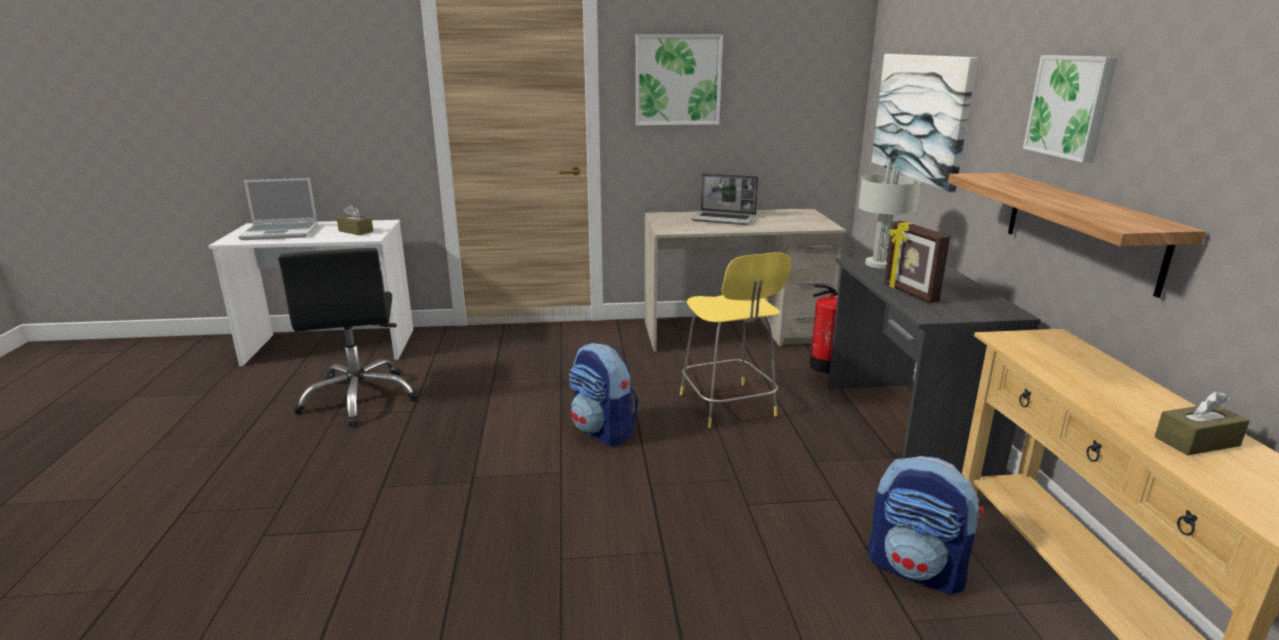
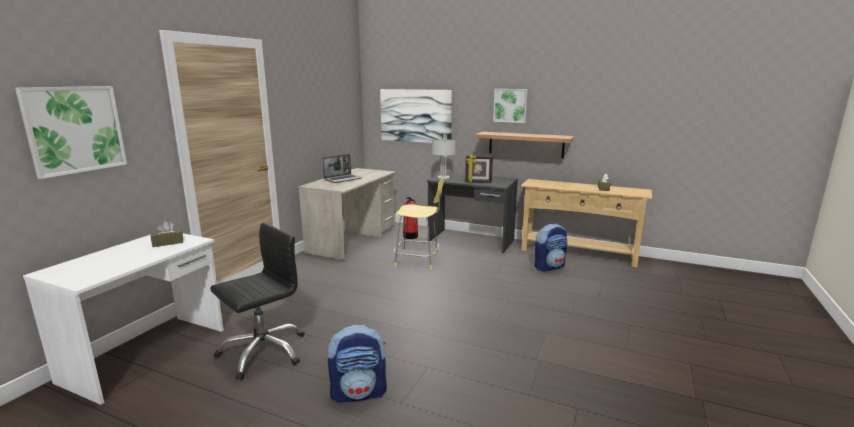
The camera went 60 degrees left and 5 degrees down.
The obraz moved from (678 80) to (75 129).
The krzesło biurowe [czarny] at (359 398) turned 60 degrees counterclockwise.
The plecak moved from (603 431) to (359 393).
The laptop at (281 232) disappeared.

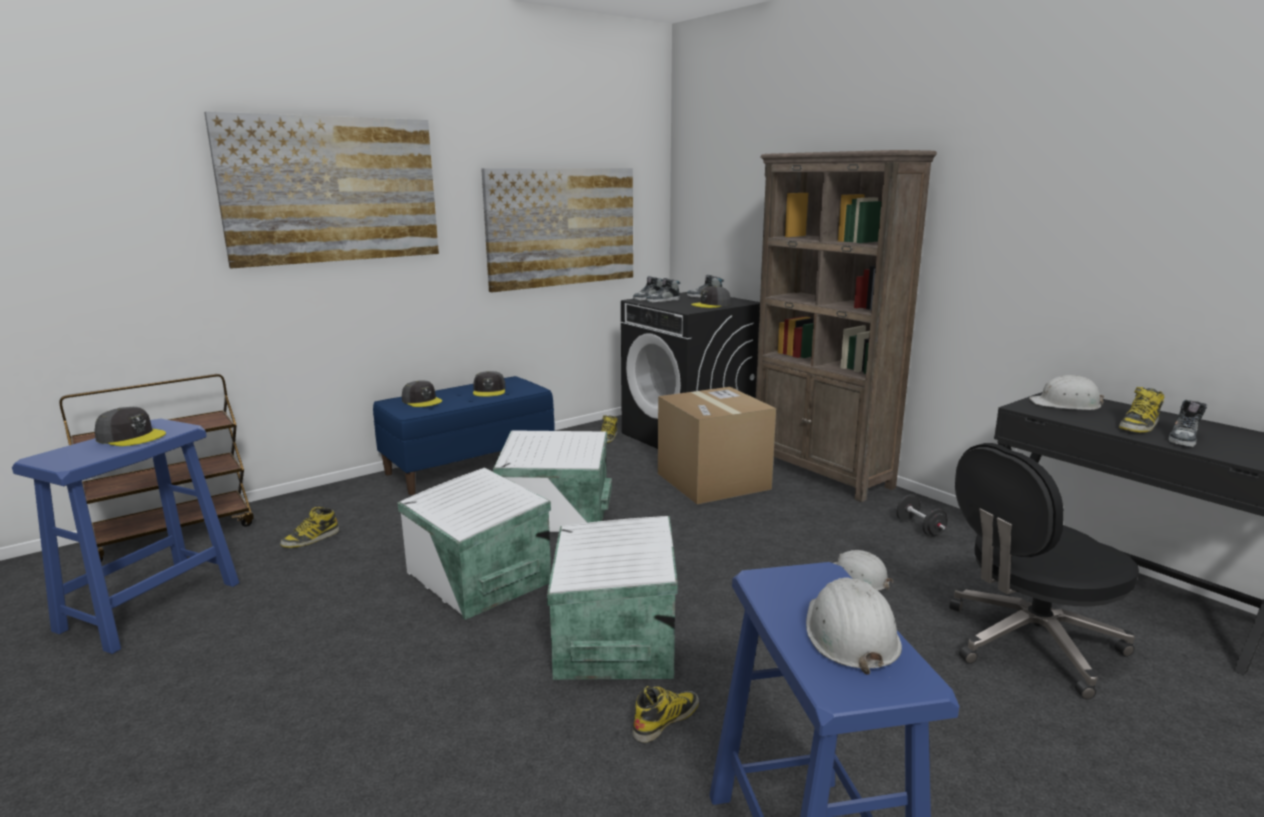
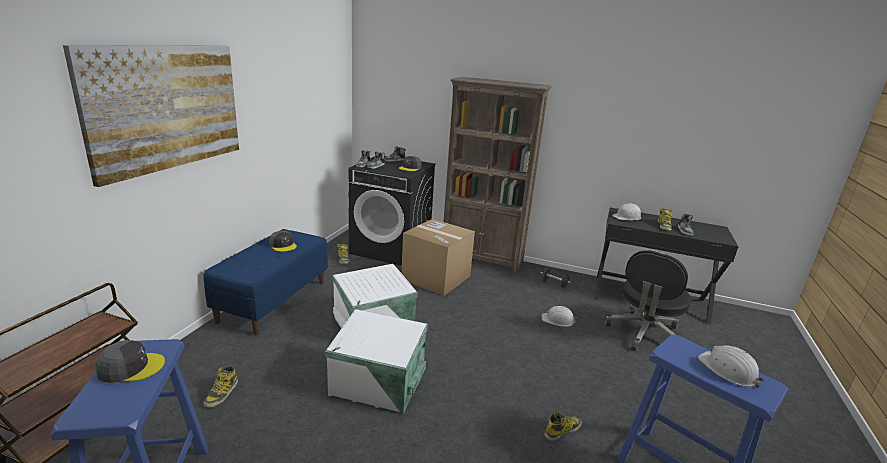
The camera went 35 degrees left and 5 degrees up.
The but z cholewką at (665 719) turned 45 degrees clockwise.
The czapka z daszkiem [szary] at (422 401) disappeared.
The obraz at (562 227) disappeared.
The pojemnik do przechowywania [biały] at (612 638) disappeared.

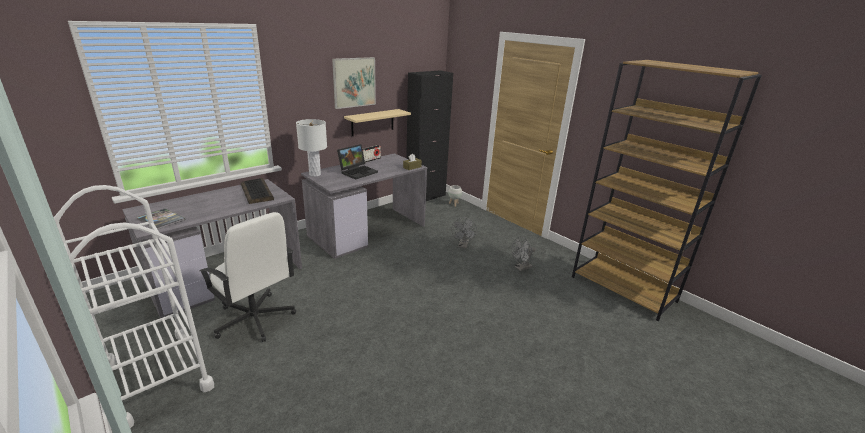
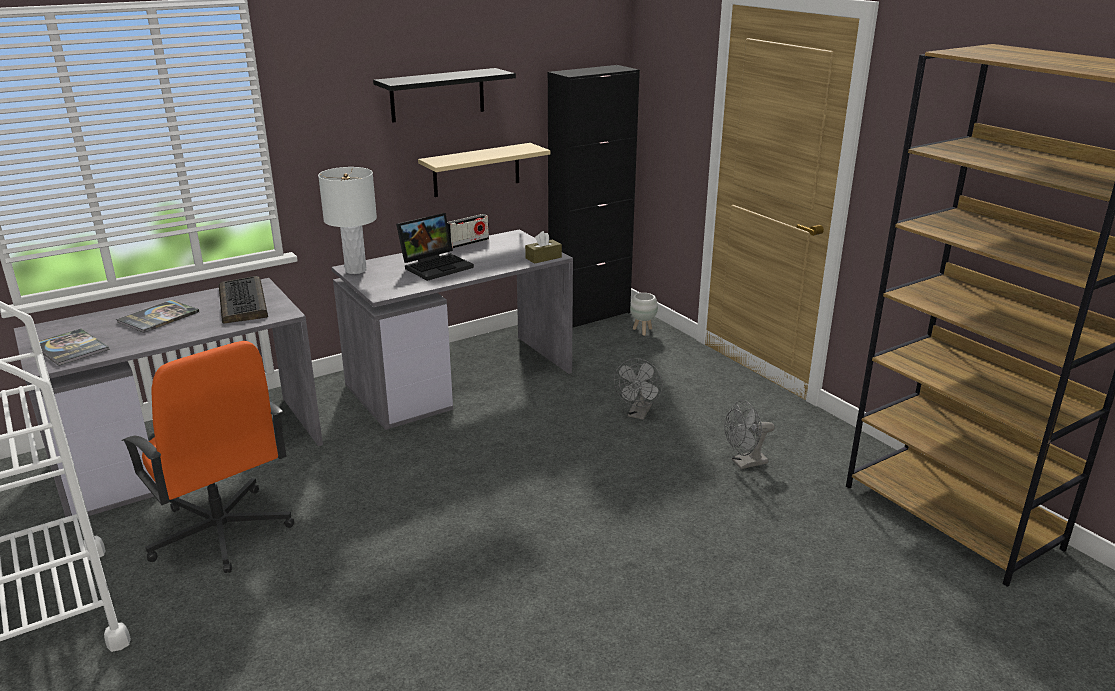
The camera went 10 degrees right and 0 degrees up.
The książka at (158 317) appeared.
The krzesło biurowe [biały] at (255 319) became the krzesło biurowe [pomarańczowy] at (221 532).
The obraz at (354 82) was replaced by the półka [czarny] at (437 95).

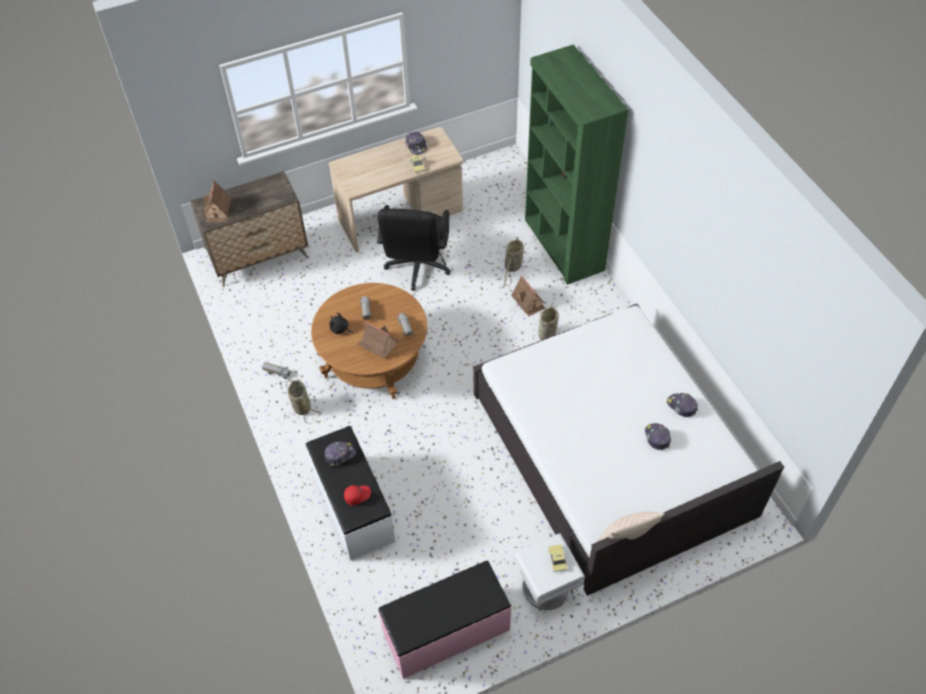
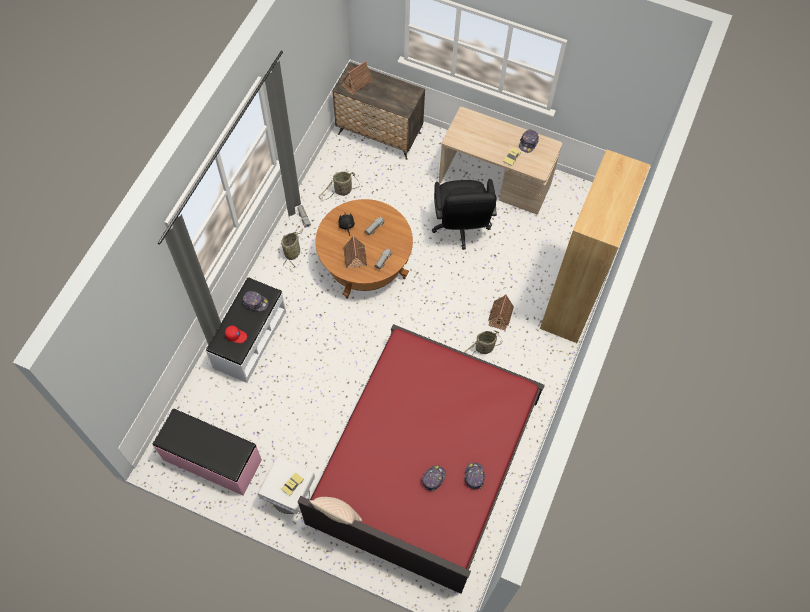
The camera went 45 degrees right and 10 degrees up.
The łóżko [biały] at (611 453) became the łóżko [czerwony] at (424 460).
The koszyk moved from (513 267) to (342 191).
The krzesło biurowe [czarny] at (417 269) turned 60 degrees counterclockwise.
The regał [zielony] at (563 245) became the regał [brązowy] at (572 300).

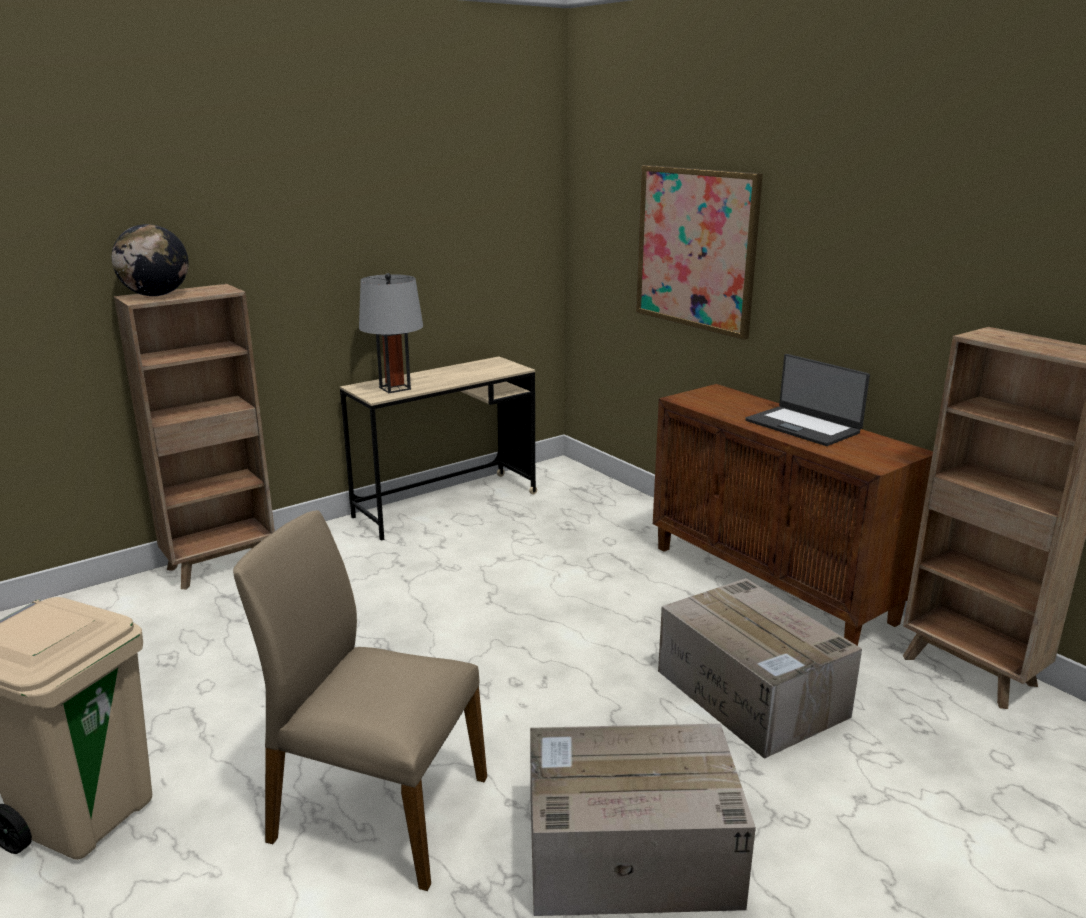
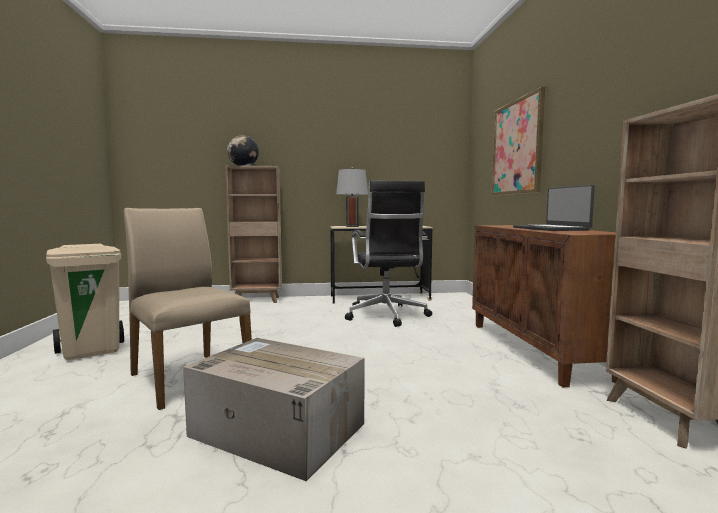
The camera went 30 degrees right and 15 degrees down.
The krzesło biurowe [czarny] at (386 316) appeared.
The karton at (753 694) disappeared.

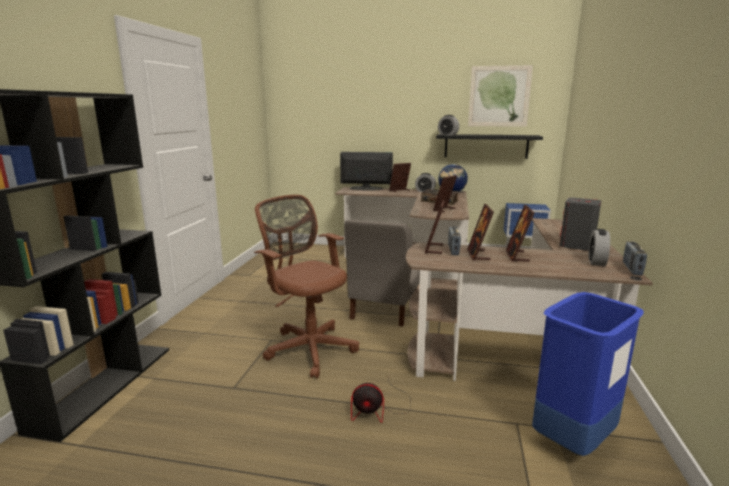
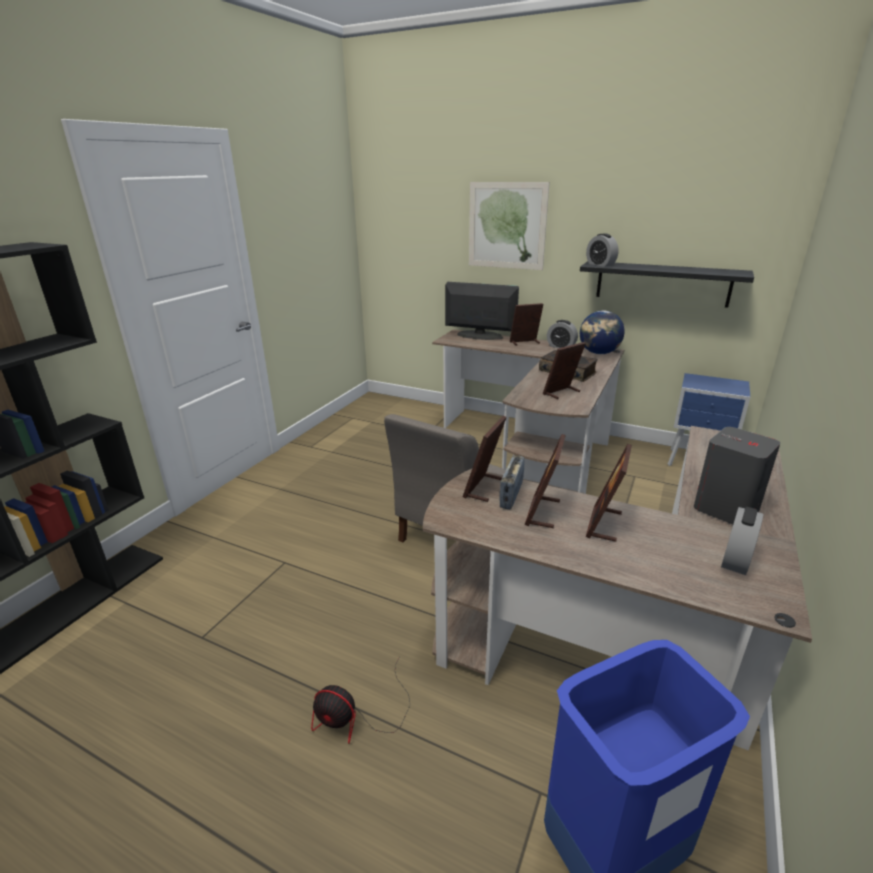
The camera went 15 degrees right and 10 degrees up.
The obraz moved from (499 96) to (507 226).
The krzesło biurowe [brązowy] at (308 348) disappeared.
The radio at (632 269) disappeared.

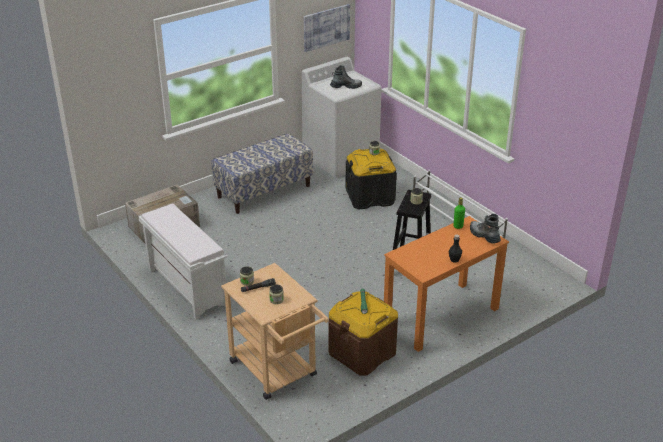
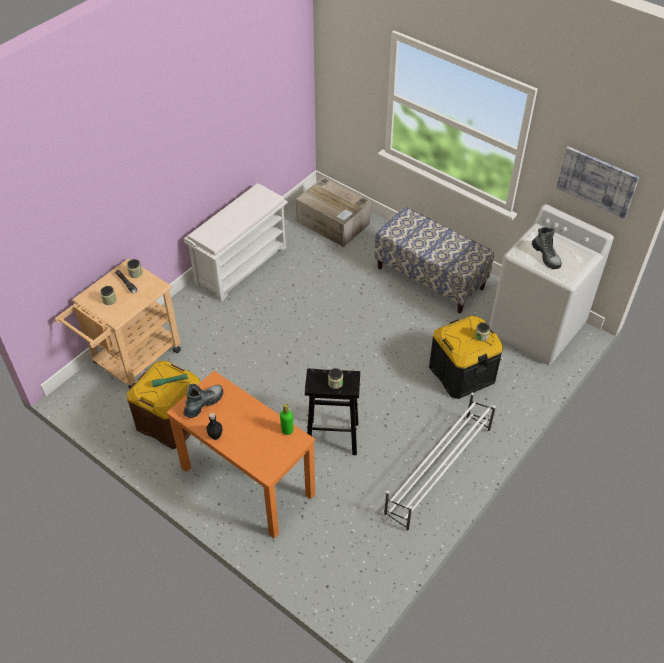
The camera went 75 degrees right and 15 degrees up.
The but z cholewką moved from (484 236) to (203 404).

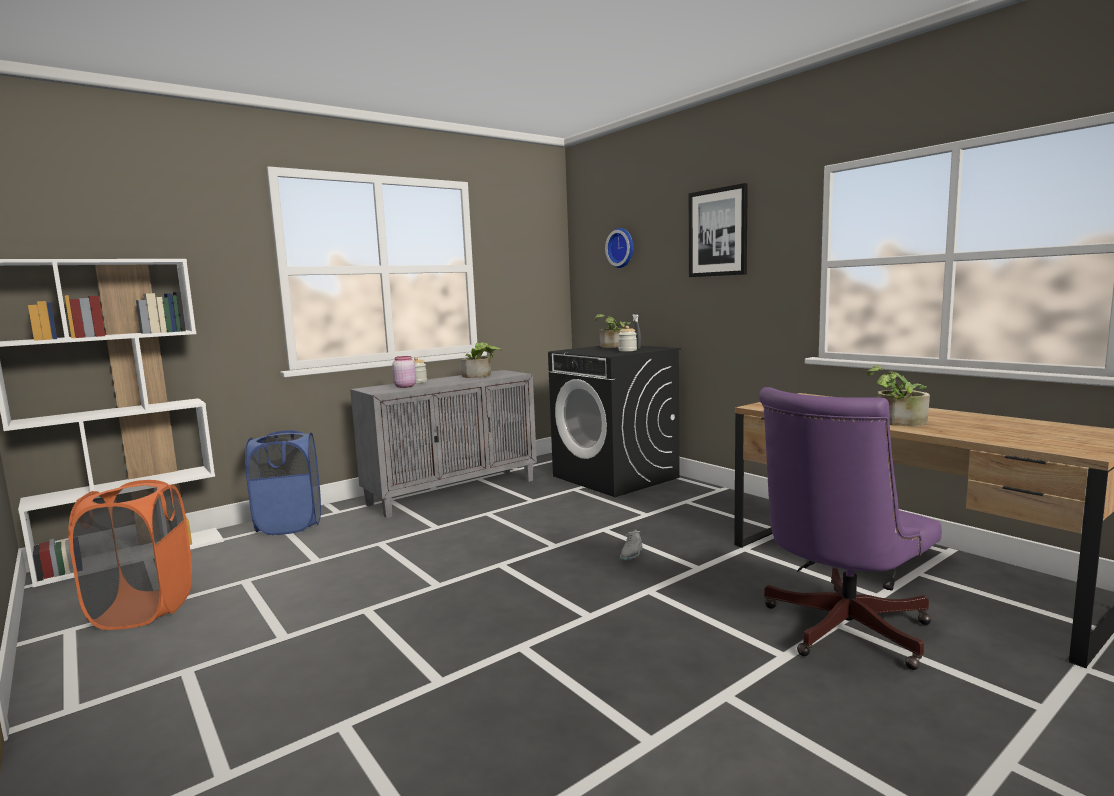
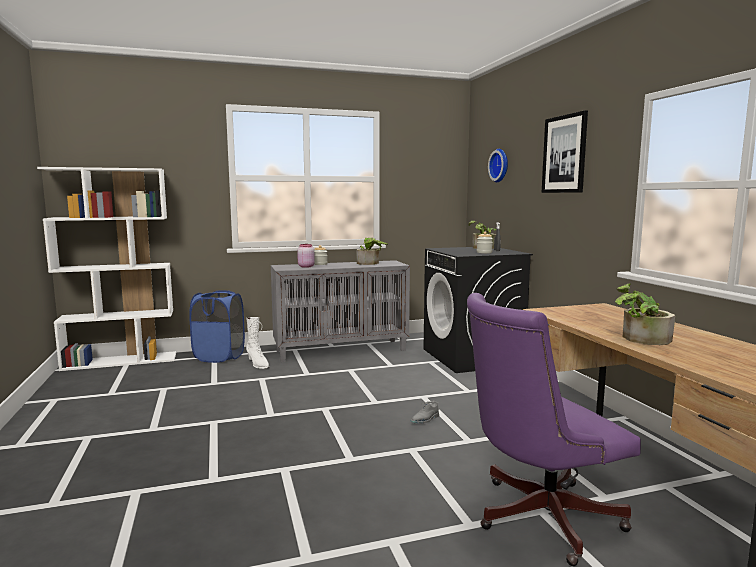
The camera went 20 degrees right and 0 degrees up.
The but z cholewką [biały] at (257 364) appeared.
The kosz na pranie [pomarańczowy] at (143 609) disappeared.

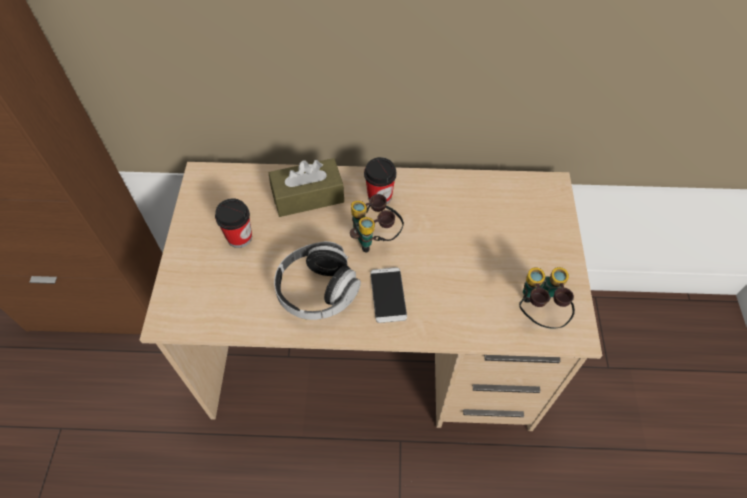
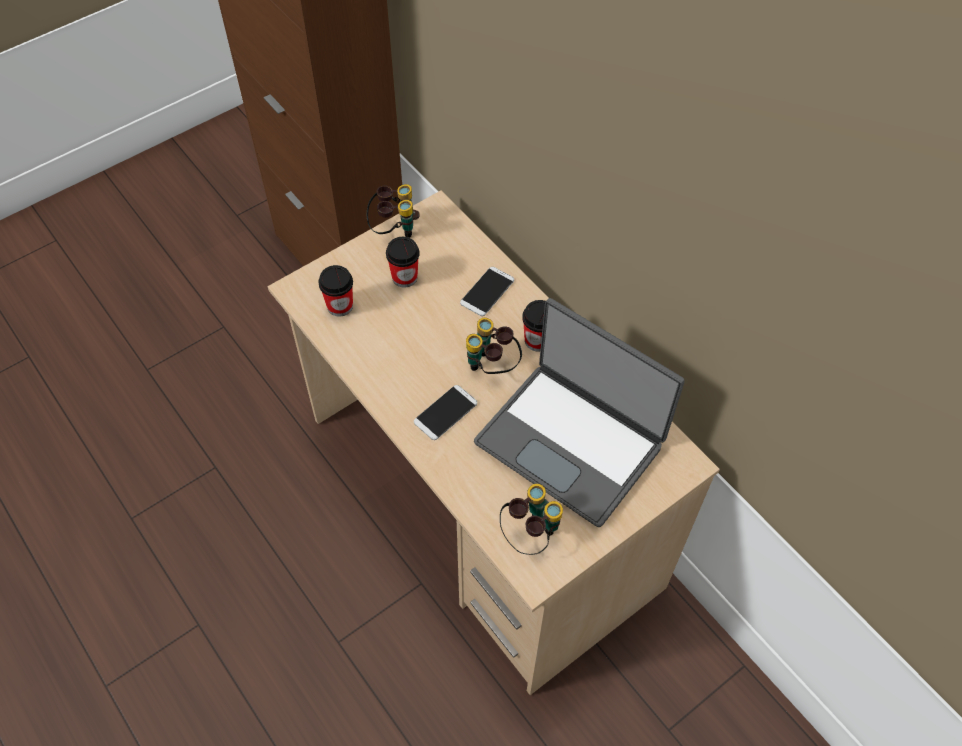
The camera went 50 degrees right and 0 degrees up.
The filiżanka at (340 306) appeared.
The lornetka at (394 229) appeared.
The pudełko chusteczek [brązowy] at (308 196) was replaced by the telefon at (487 292).
The laptop at (571 442) appeared.
The słuchawki at (317 291) disappeared.

